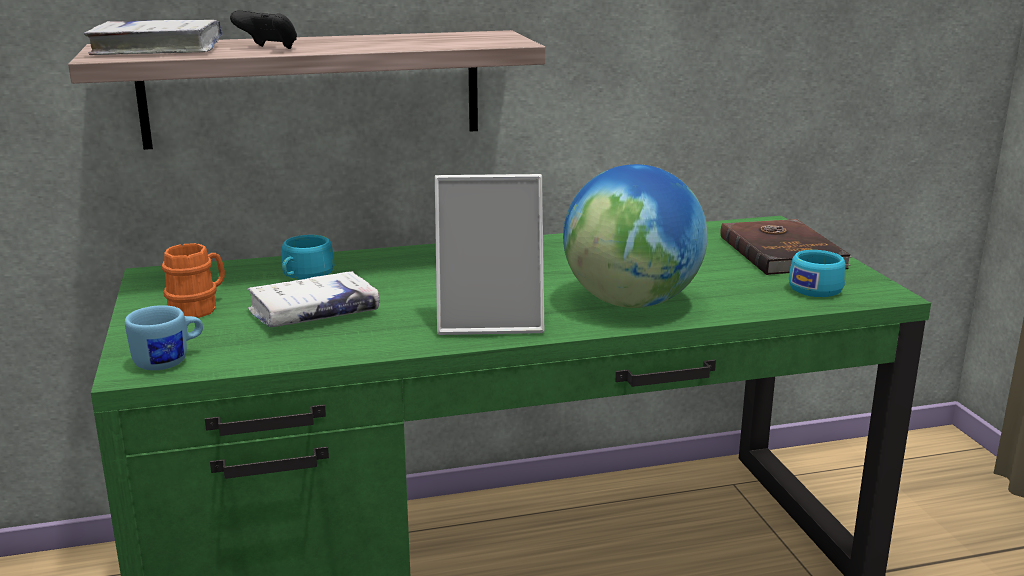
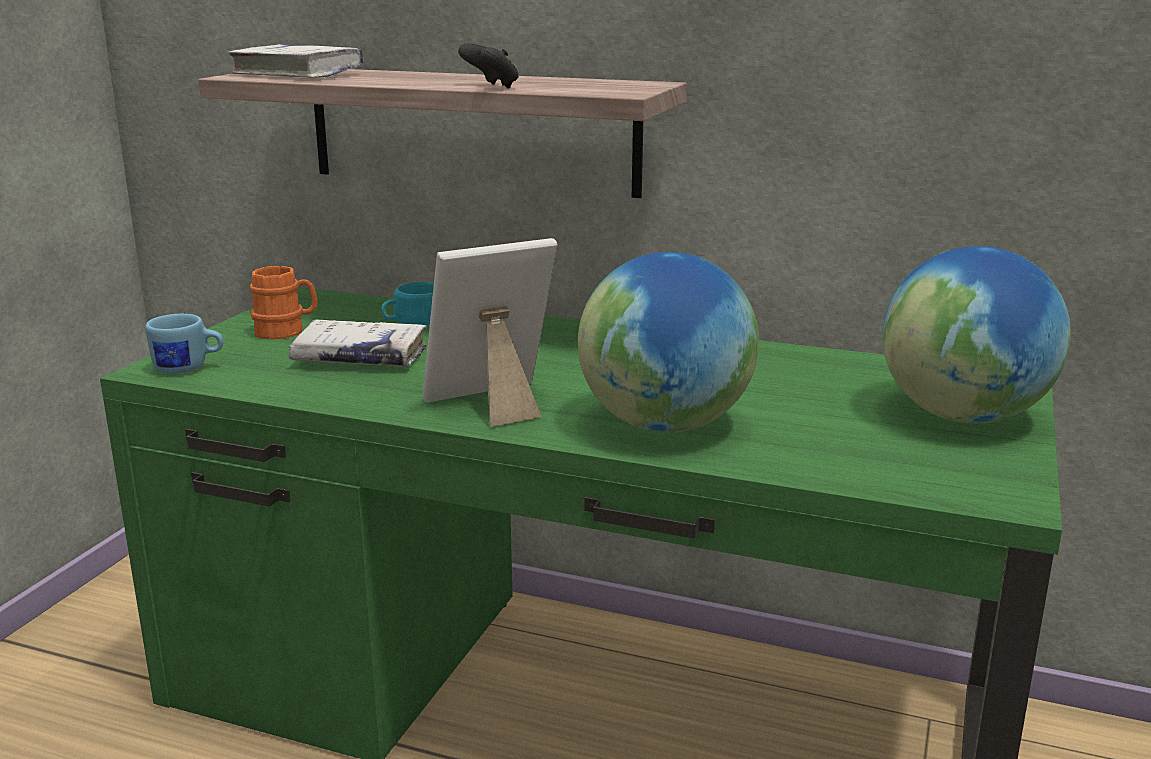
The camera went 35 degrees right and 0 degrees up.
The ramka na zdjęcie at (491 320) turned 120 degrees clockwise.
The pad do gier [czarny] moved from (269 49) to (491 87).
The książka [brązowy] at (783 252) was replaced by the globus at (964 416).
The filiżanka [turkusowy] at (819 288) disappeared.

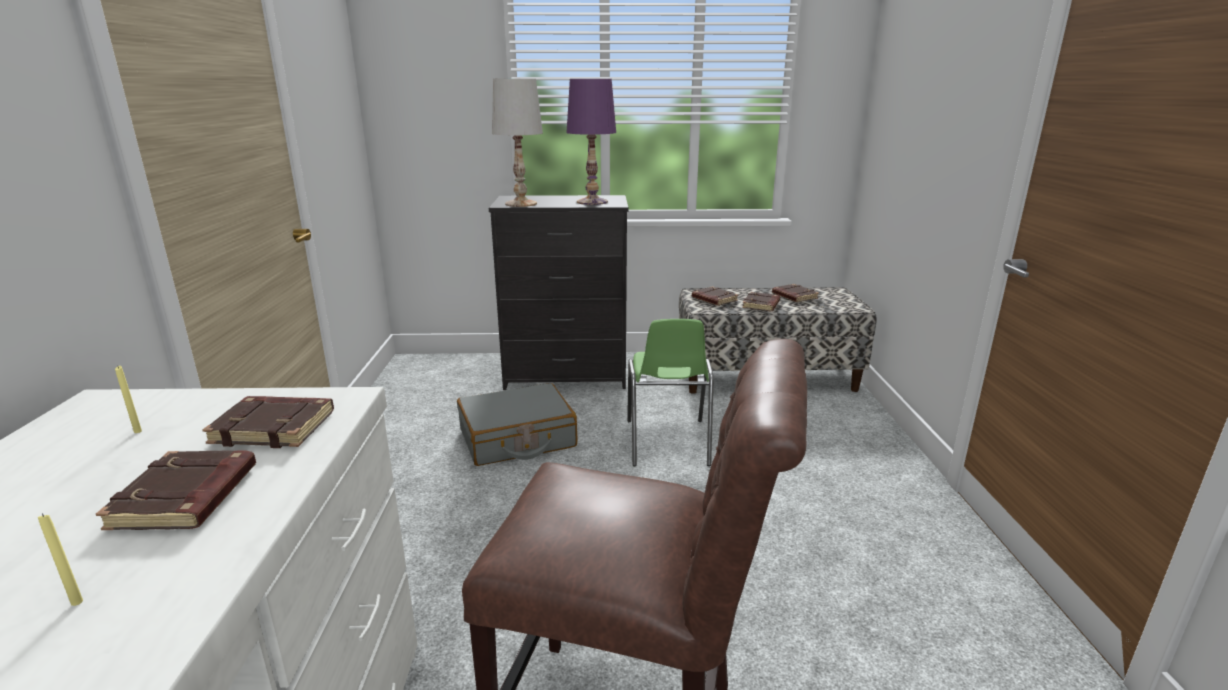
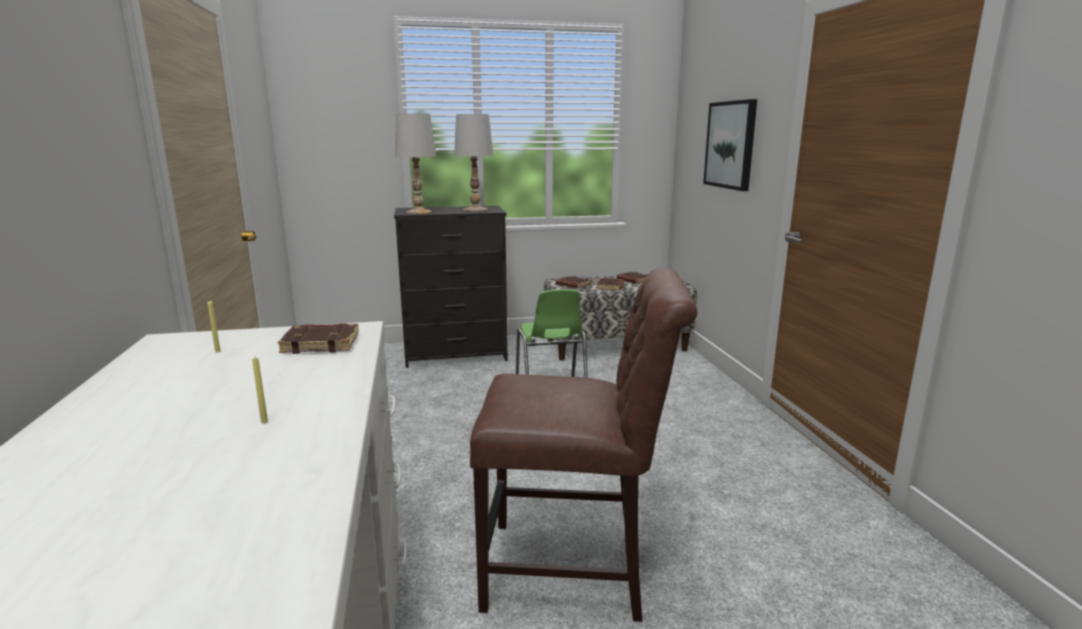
The camera went 10 degrees left and 5 degrees down.
The lampa stołowa [fioletowy] at (592 202) became the lampa stołowa [biały] at (475 210).
The obraz at (731 145) appeared.
The książka [brązowy] at (187 498) disappeared.
The walizka [szary] at (517 439) disappeared.

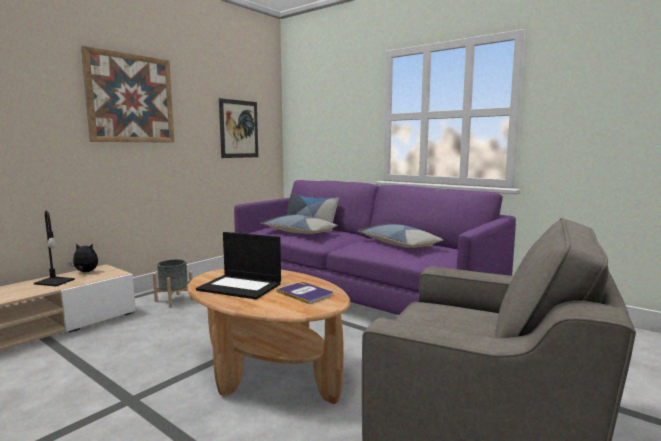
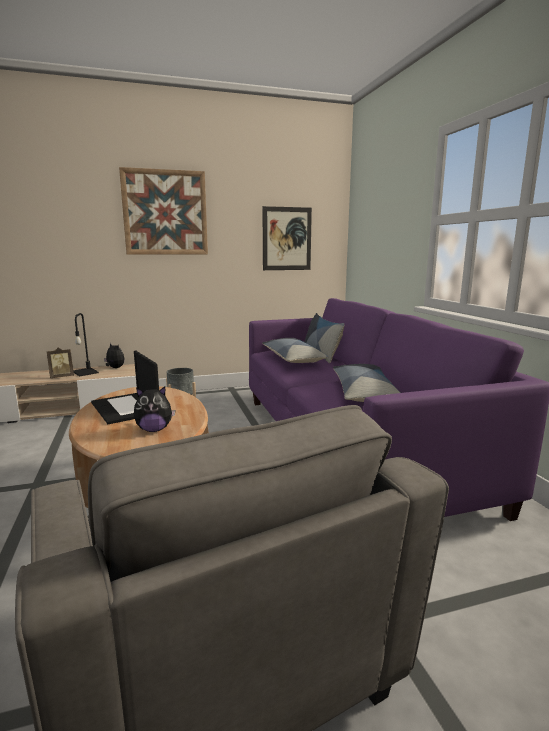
The camera went 35 degrees right and 5 degrees up.
The ramka na zdjęcie at (62 377) appeared.
The książka at (305 293) was replaced by the pluszak at (154 430).

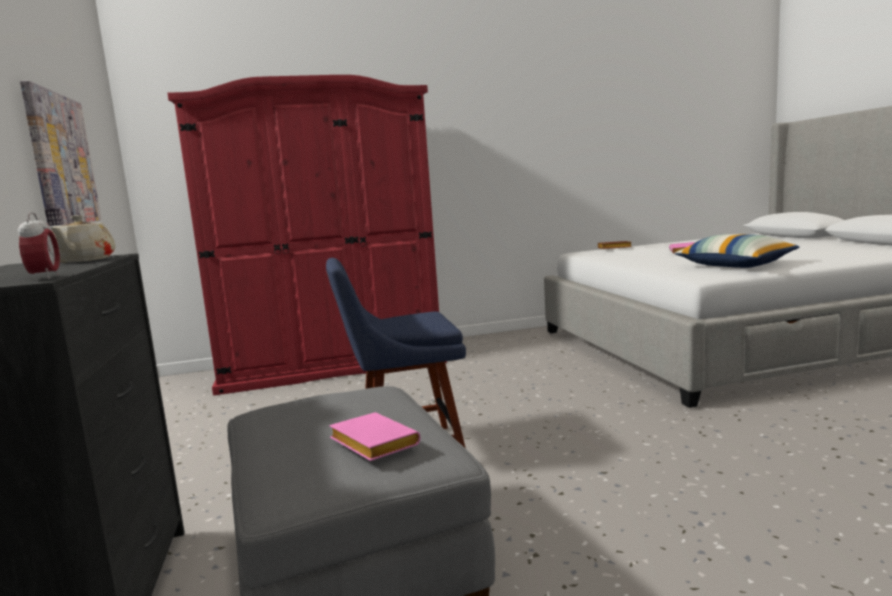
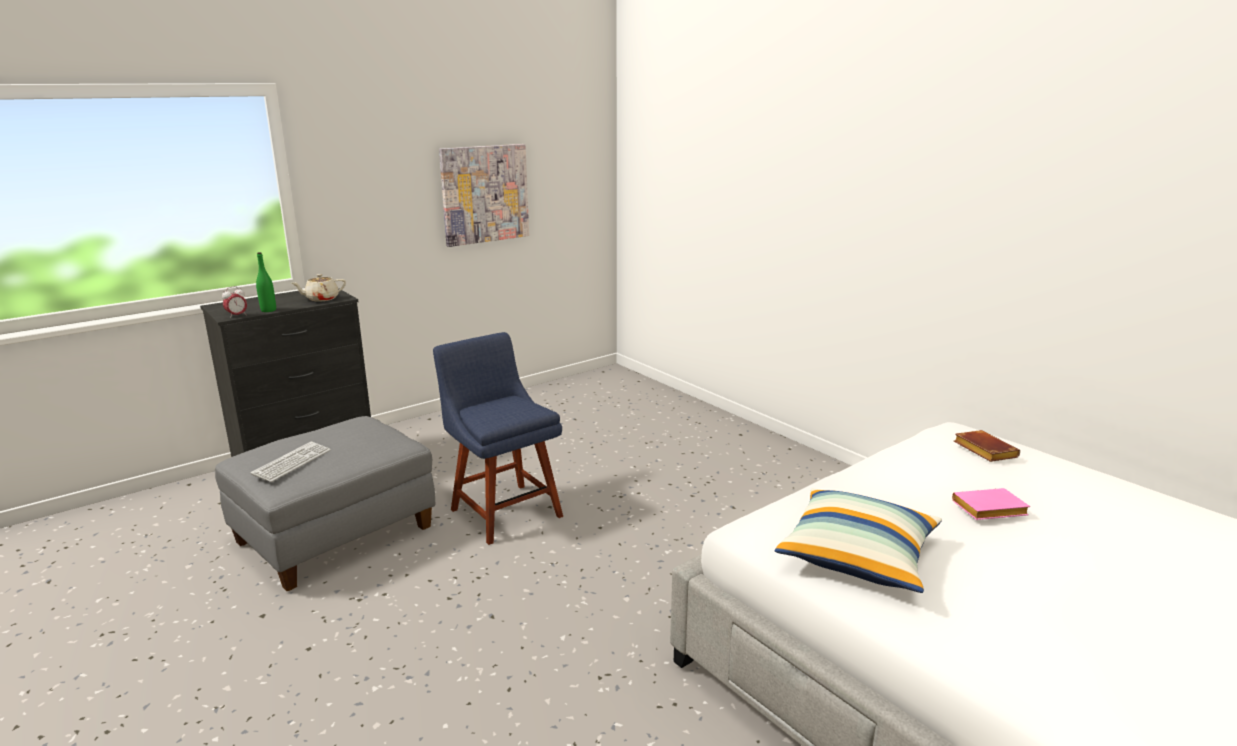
The camera went 65 degrees right and 10 degrees up.
The książka [różowy] at (371 443) was replaced by the klawiatura at (292 463).
The butelka [zielony] at (268 310) appeared.
The szafa [czerwony] at (333 366) disappeared.

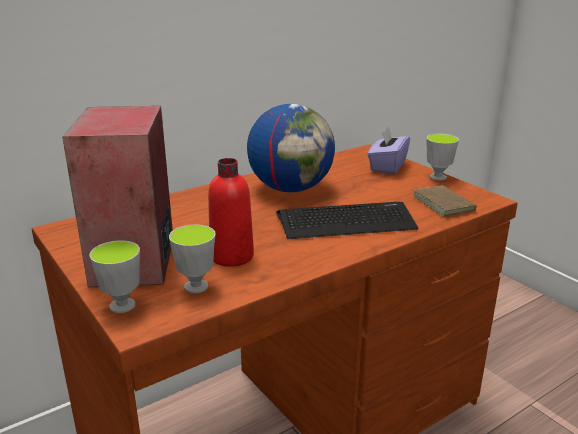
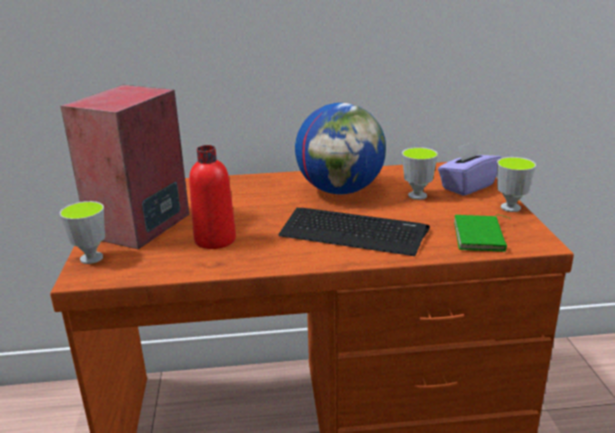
The camera went 30 degrees right and 0 degrees up.
The filiżanka moved from (196 286) to (417 196).
The książka [brązowy] at (445 203) became the książka [zielony] at (481 237).

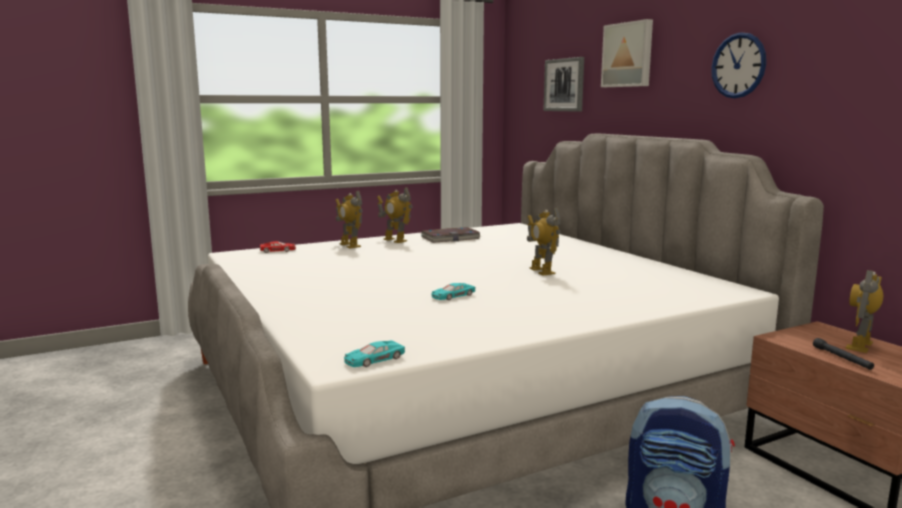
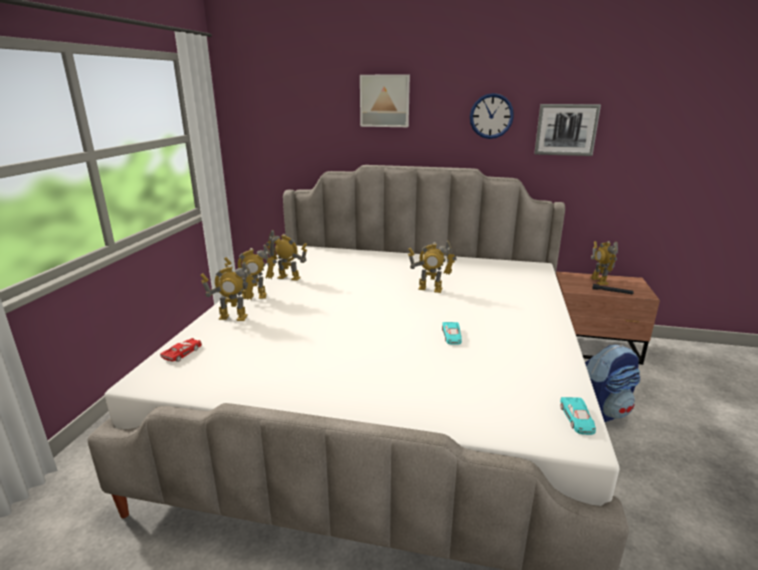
The camera went 50 degrees left and 10 degrees up.
The książka at (450 238) was replaced by the robot zabawkowy at (289 277).
The obraz moved from (564 85) to (566 129).

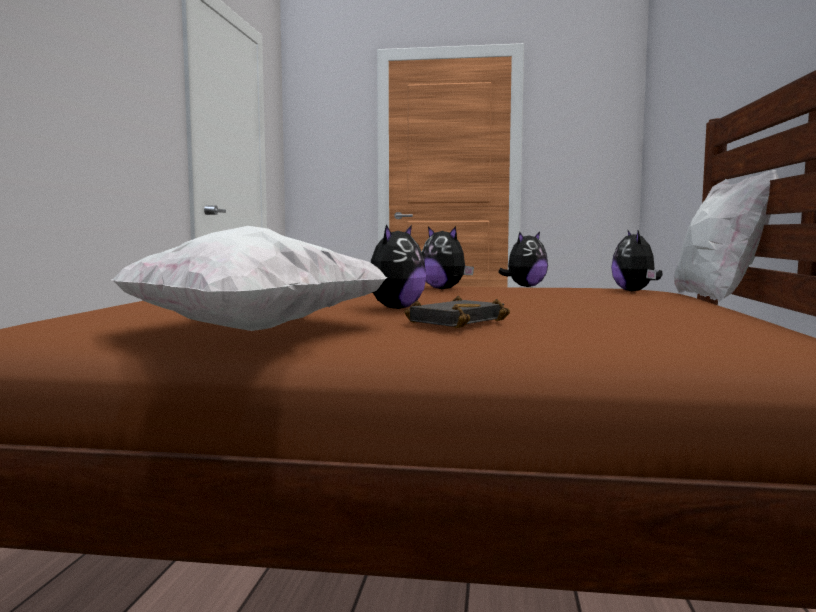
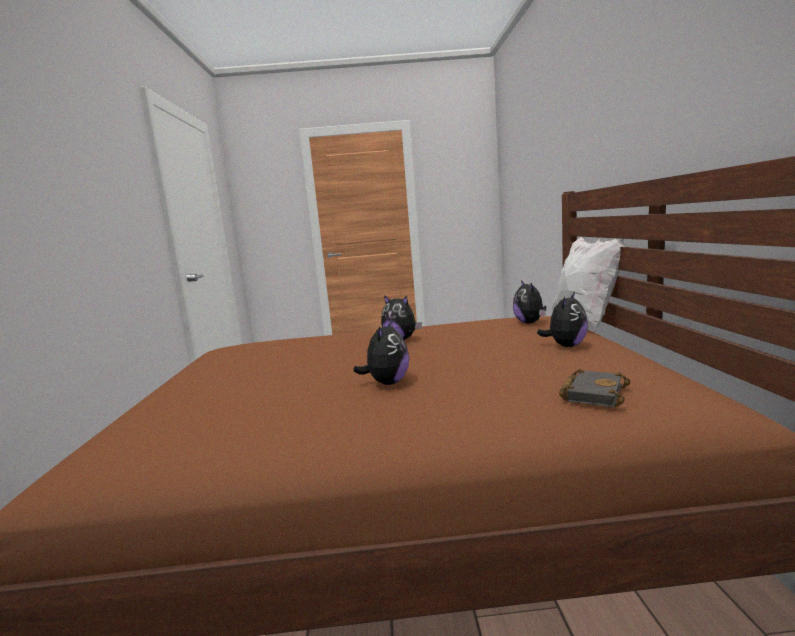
The camera went 10 degrees left and 5 degrees up.
The pluszak moved from (525 286) to (566 346).
The książka [czarny] moved from (455 321) to (592 393).
The poduszka [biały] at (252 331) disappeared.

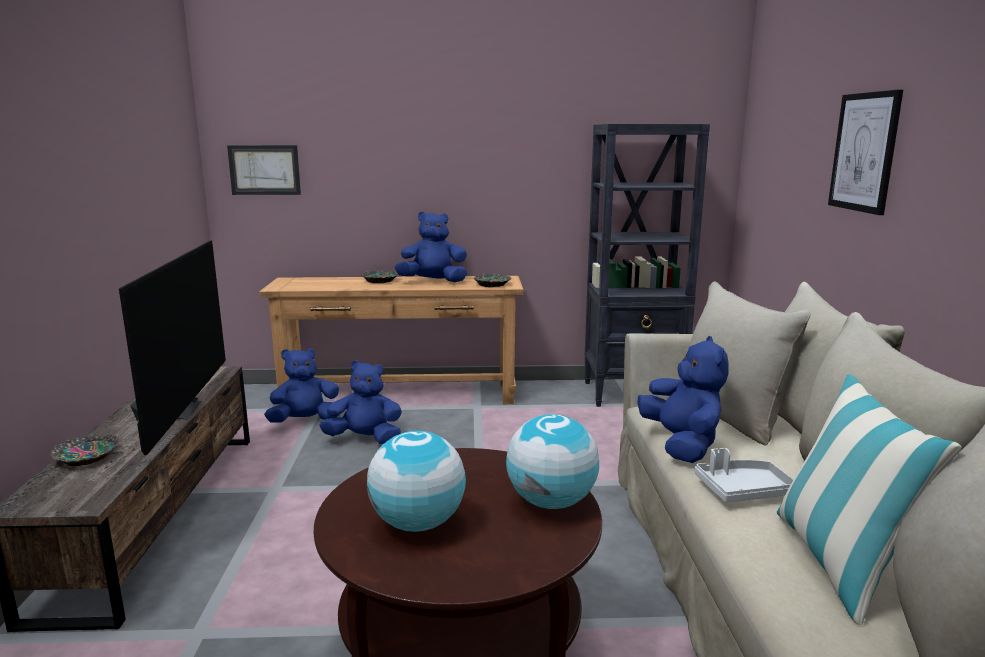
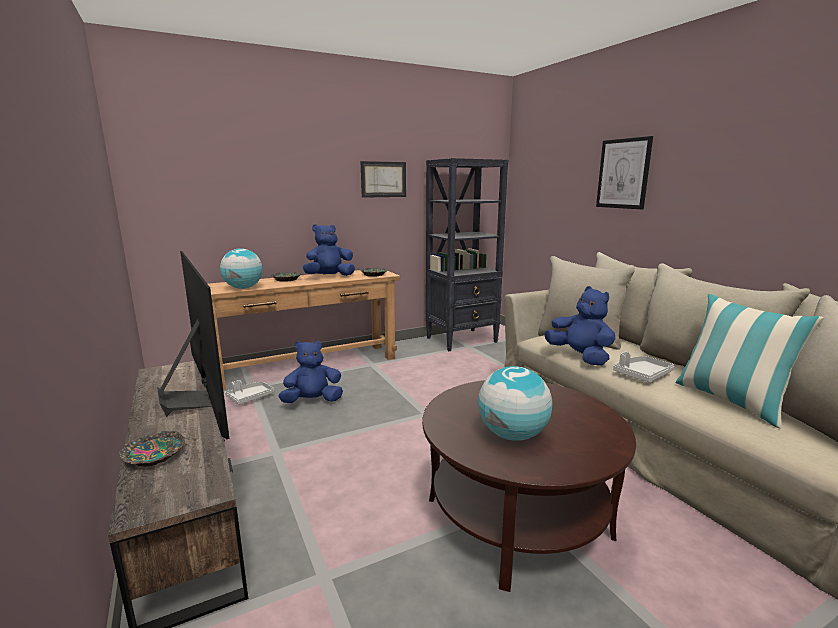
The camera went 25 degrees left and 0 degrees up.
The globus moved from (551 502) to (243 288).
The pluszak [niebieski] at (305 421) was replaced by the taca [szary] at (250 397).
The obraz moved from (264 170) to (383 179).

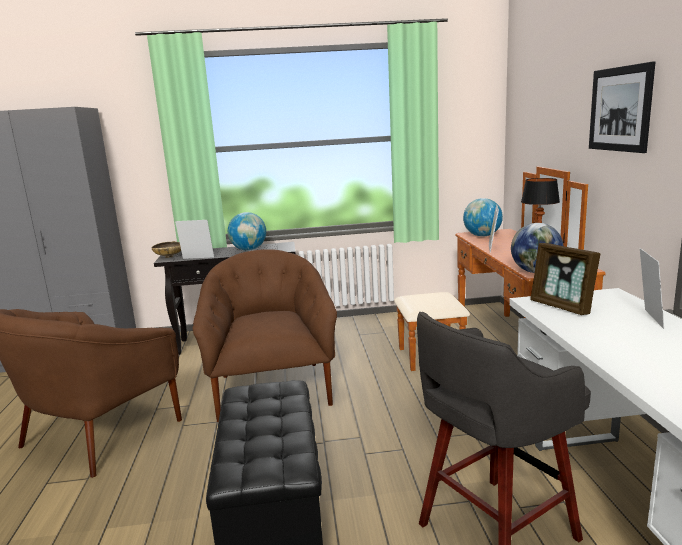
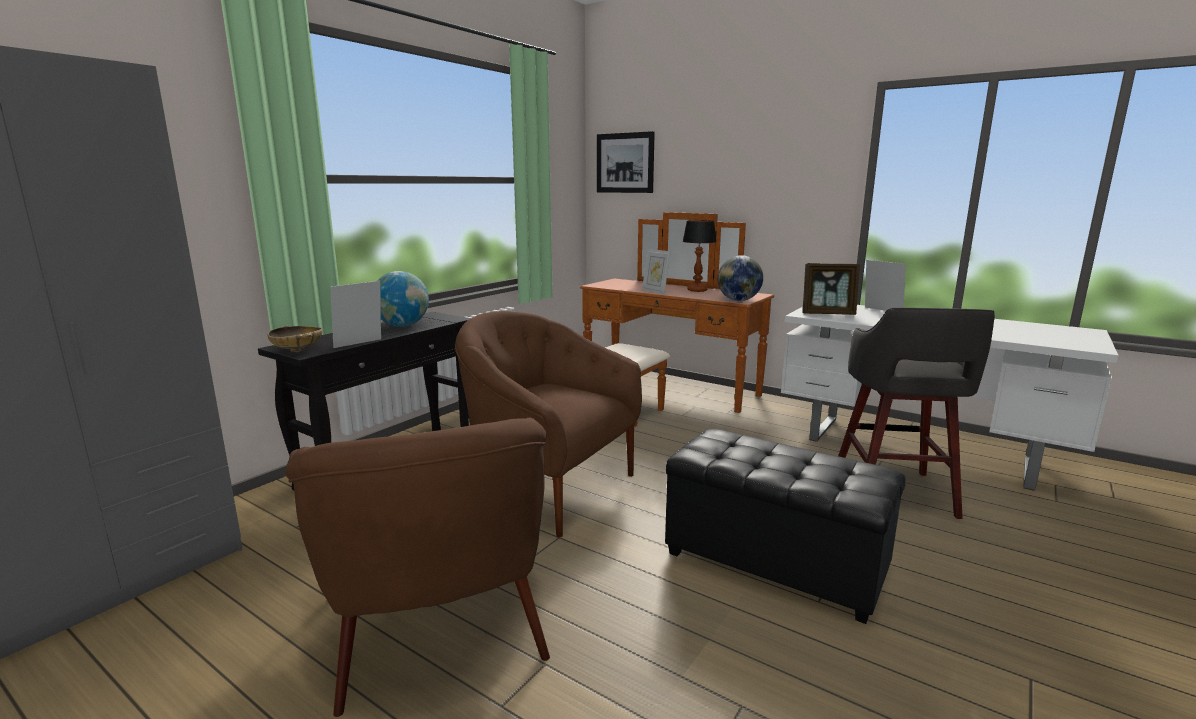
The camera went 50 degrees left and 0 degrees up.
The obraz moved from (620 109) to (625 163).
The globus at (482 236) disappeared.

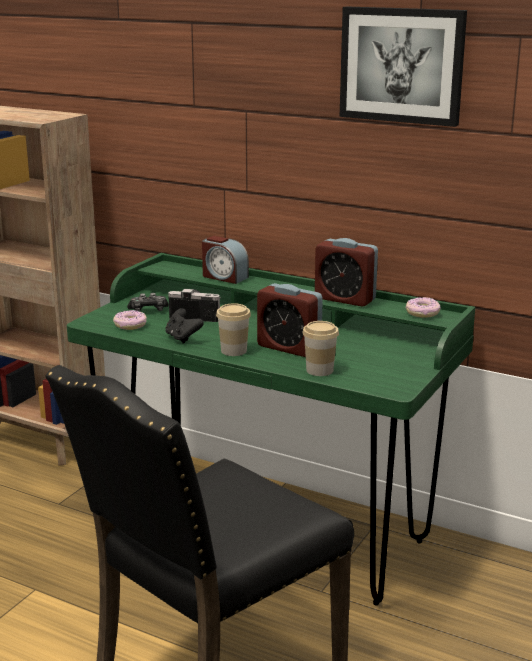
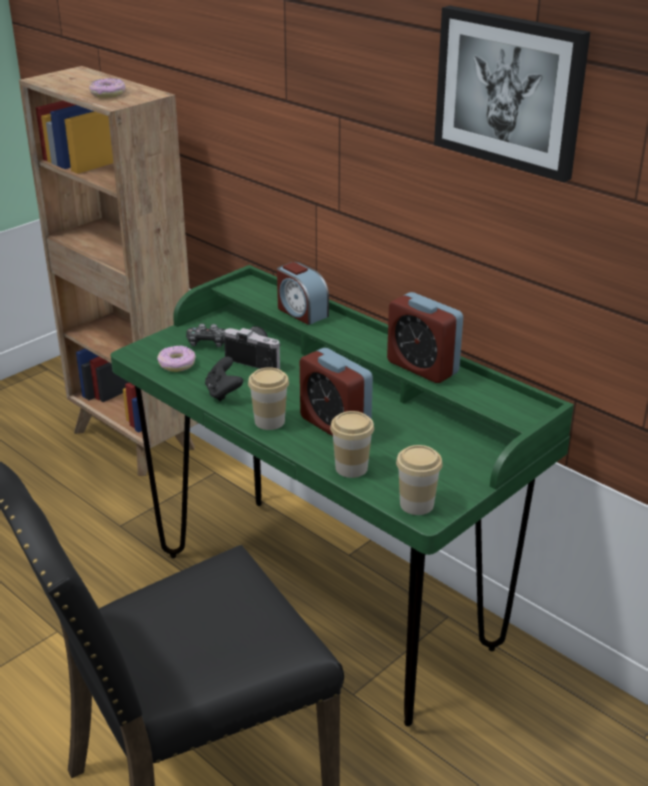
The camera went 15 degrees right and 10 degrees up.
The donut moved from (422 313) to (108 94).
The filiżanka at (416 504) appeared.

